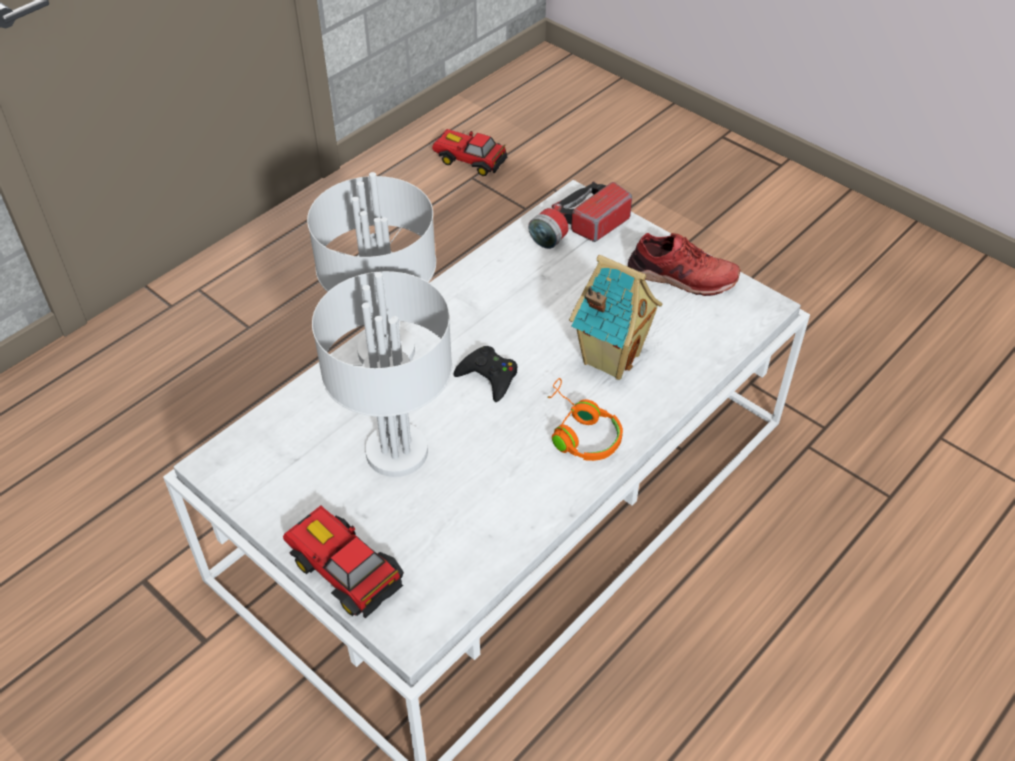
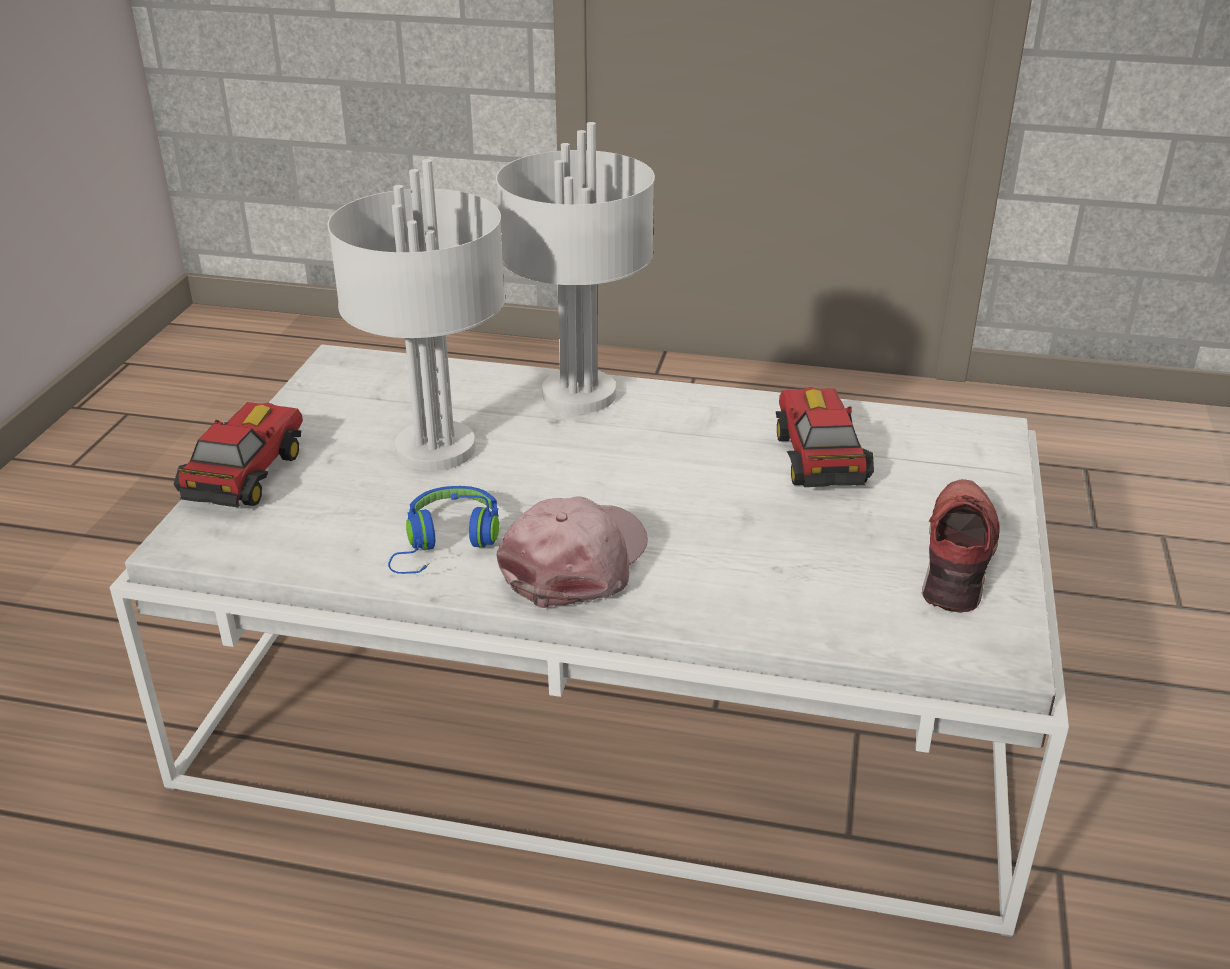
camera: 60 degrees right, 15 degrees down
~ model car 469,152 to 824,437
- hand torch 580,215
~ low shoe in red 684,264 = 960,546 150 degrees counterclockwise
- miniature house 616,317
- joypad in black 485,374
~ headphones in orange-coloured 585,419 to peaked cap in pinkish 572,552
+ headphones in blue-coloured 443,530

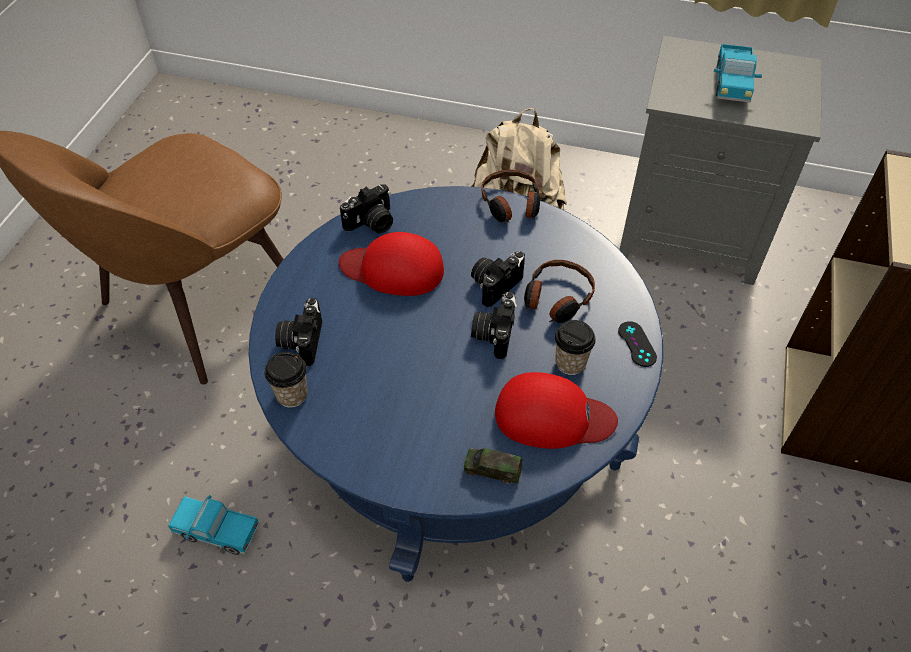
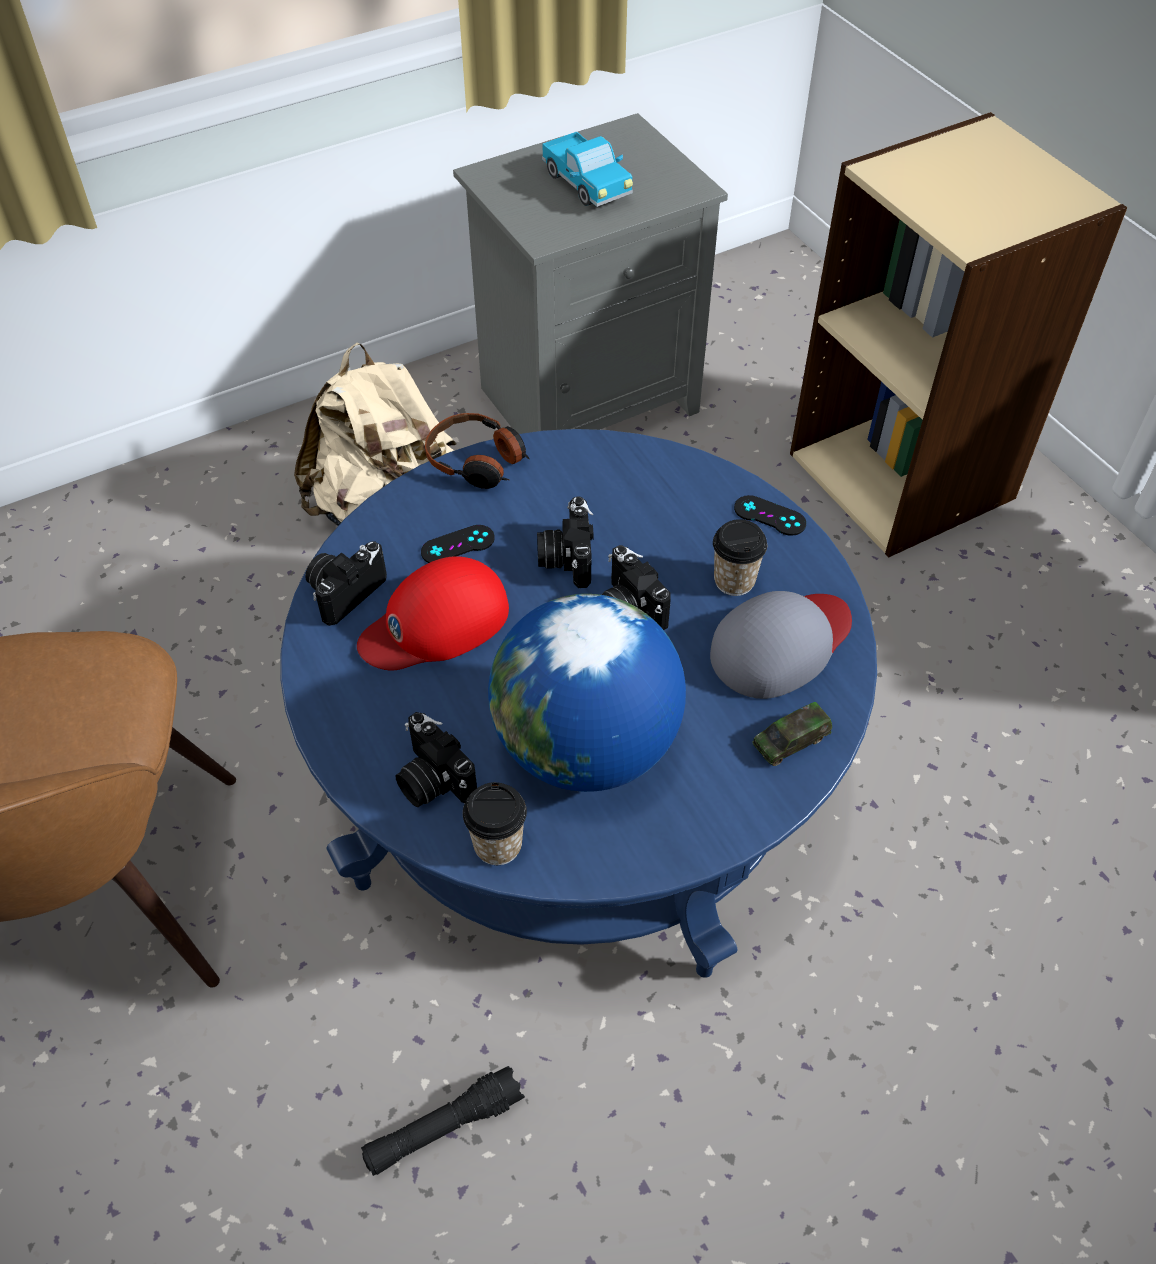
camera: 45 degrees left, 0 degrees up
~ still camera 366,209 = 346,583 150 degrees counterclockwise
- headphones 559,291
~ peaked cap in red 556,410 to peaked cap in greyish 781,645
~ model truck 214,525 to hand torch in black 443,1121
+ joypad in black 458,544
+ world globe 587,693

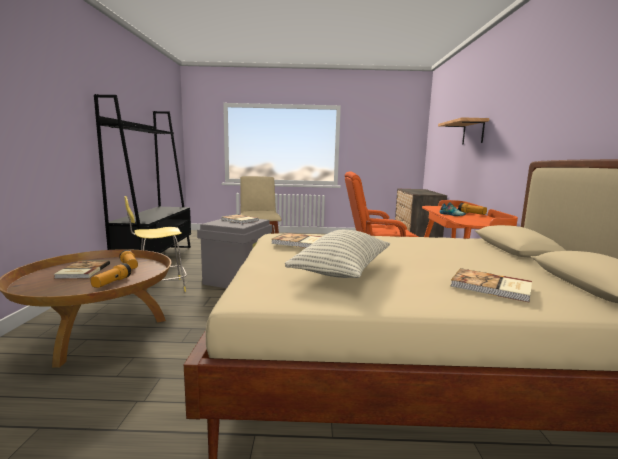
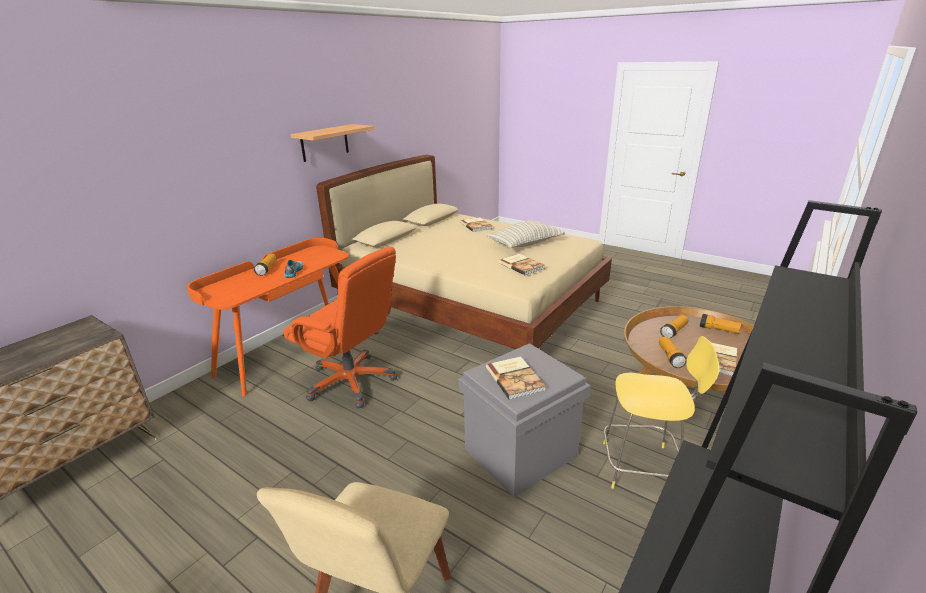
camera: 145 degrees left, 15 degrees up
~ wall shelf 463,131 to 332,143
+ hand torch 720,324

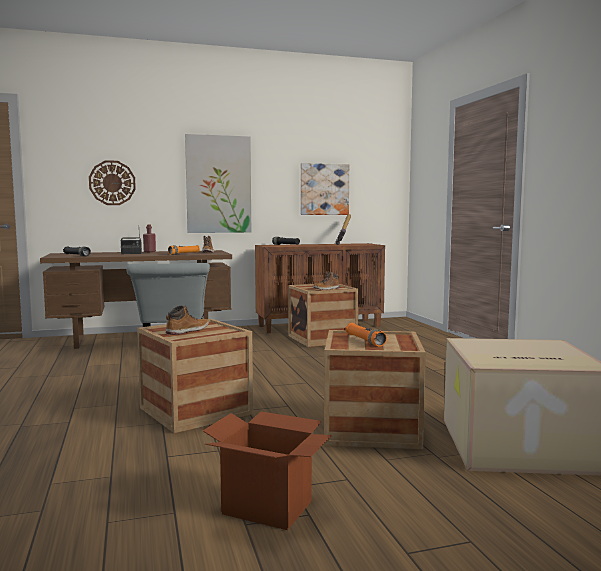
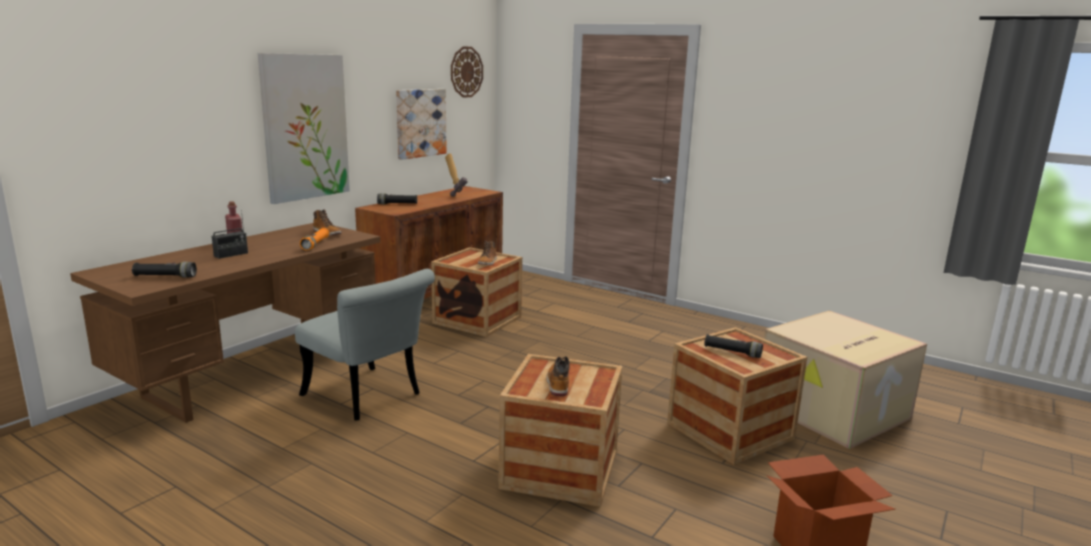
camera: 40 degrees left, 10 degrees up
~ wall clock 112,182 to 467,72
~ hand torch in orange-coloured 366,334 to hand torch in black 733,346

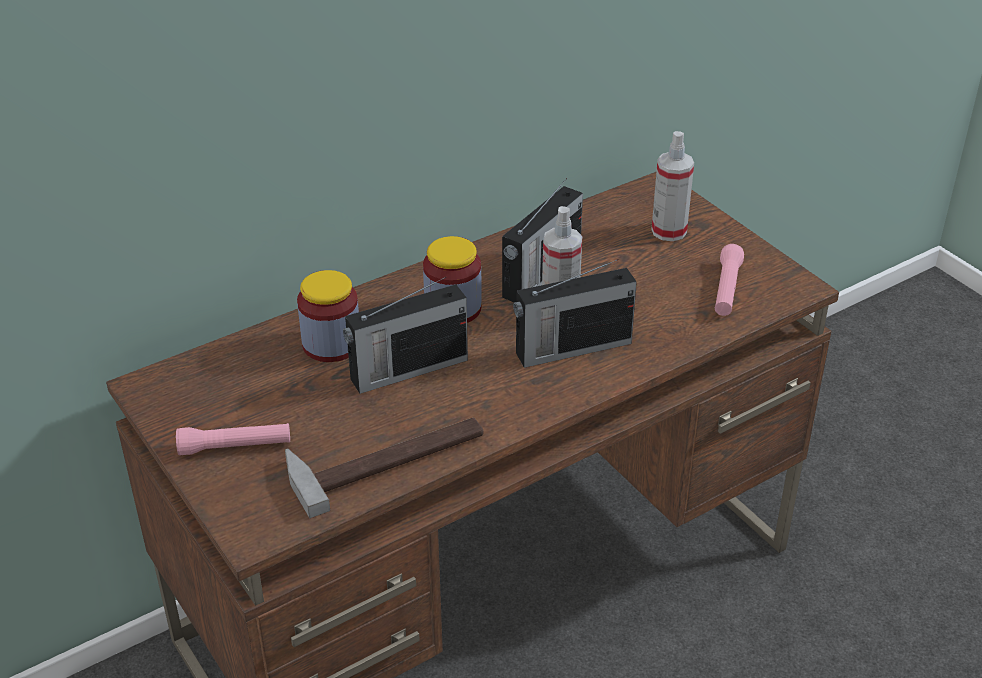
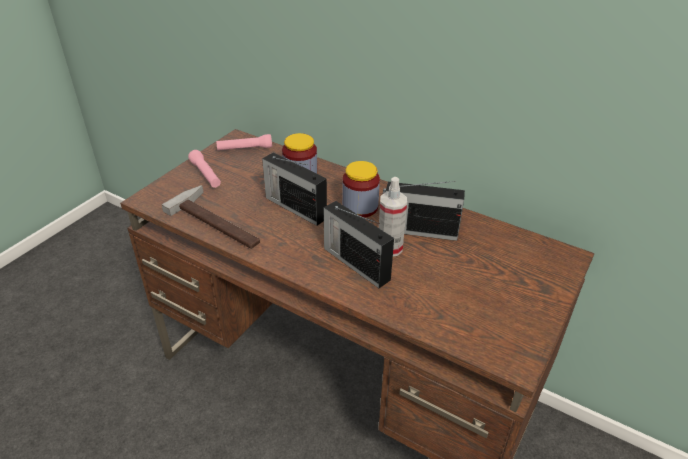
camera: 65 degrees right, 0 degrees up
- spray bottle 672,186
~ hand torch in pinkish 729,280 to 244,142

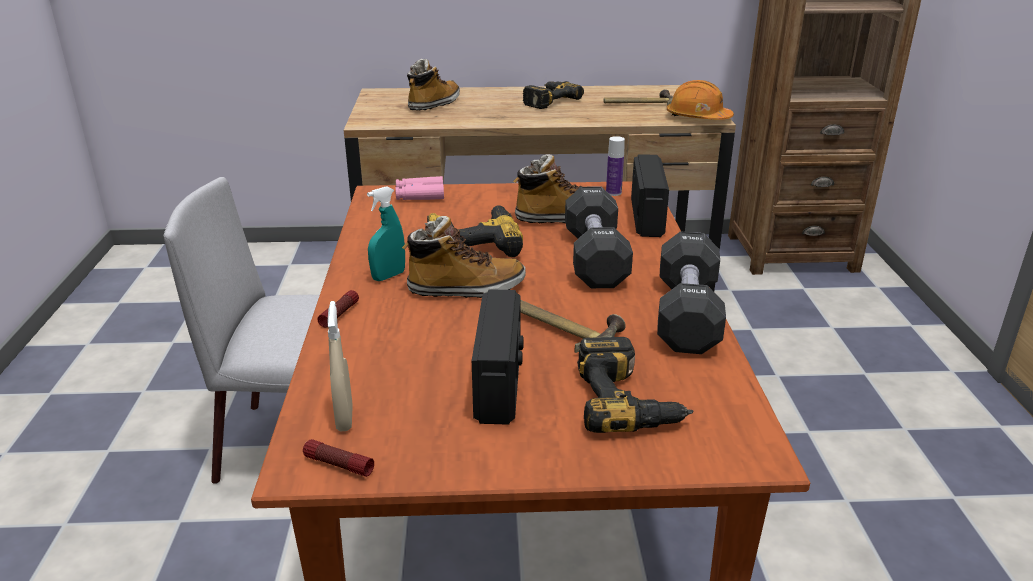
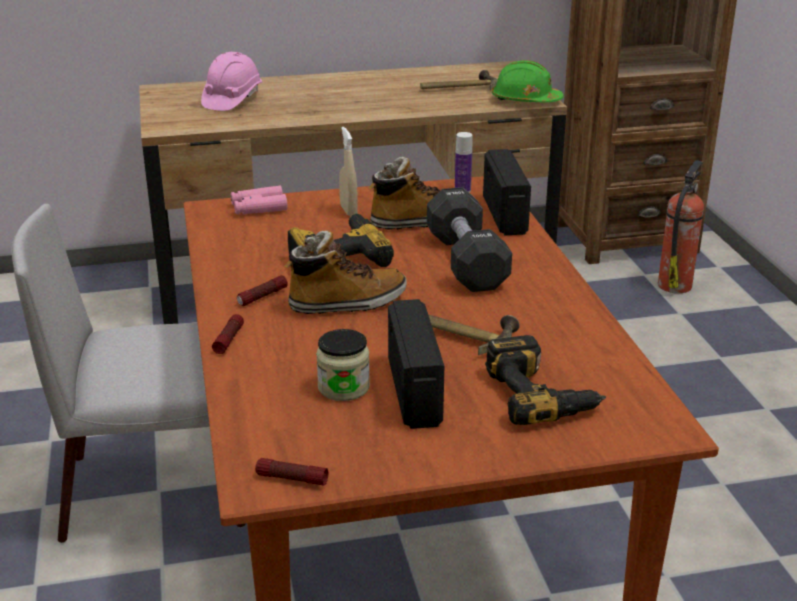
camera: 10 degrees left, 0 degrees up
~ boot 433,85 to safety helmet in pinkish 231,81
~ safety helmet in orange-coloured 700,100 to safety helmet in greenish 528,81
- drill 553,95
~ spray bottle in blue-green 386,233 to hand torch 262,290
- free weight in black 691,292
~ spray bottle in sand-coloured 340,366 to 348,171
+ extinguisher 681,226
+ preserve jar 343,365

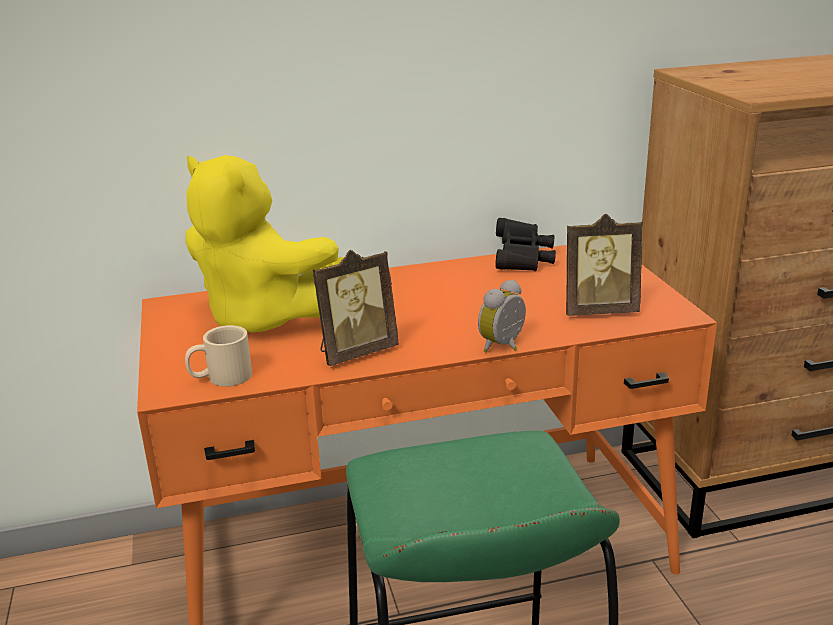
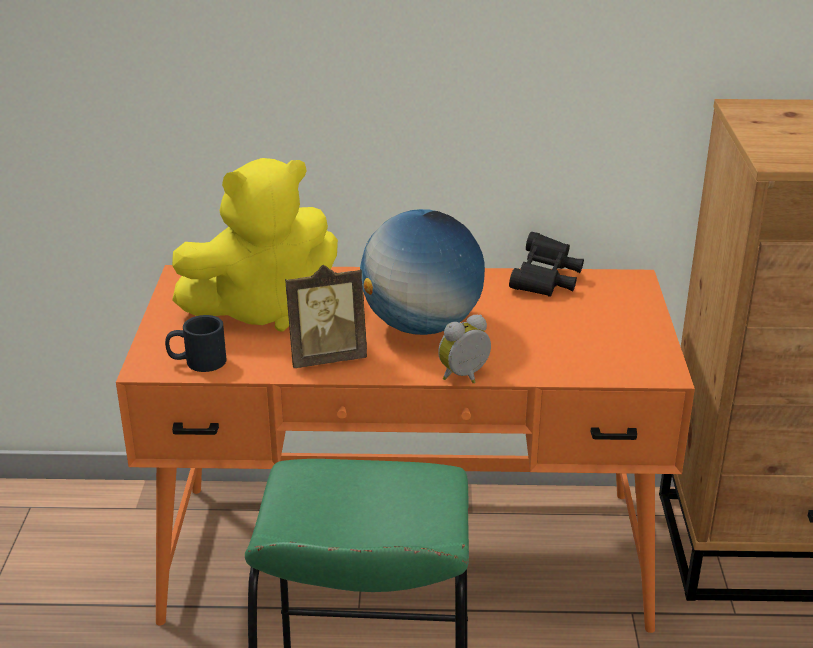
camera: 15 degrees right, 5 degrees up
~ plush toy in yellow-coloured 264,243 = 255,245 75 degrees counterclockwise
- photo frame 604,265
~ tea mug in sand-coloured 218,356 to tea mug in black 196,343
+ world globe 422,272

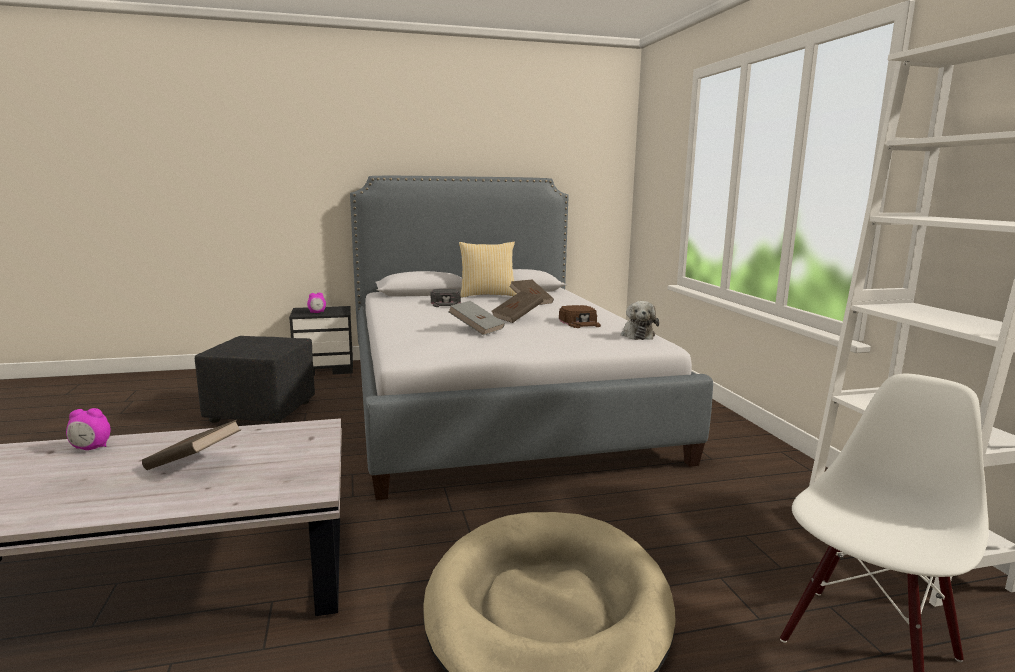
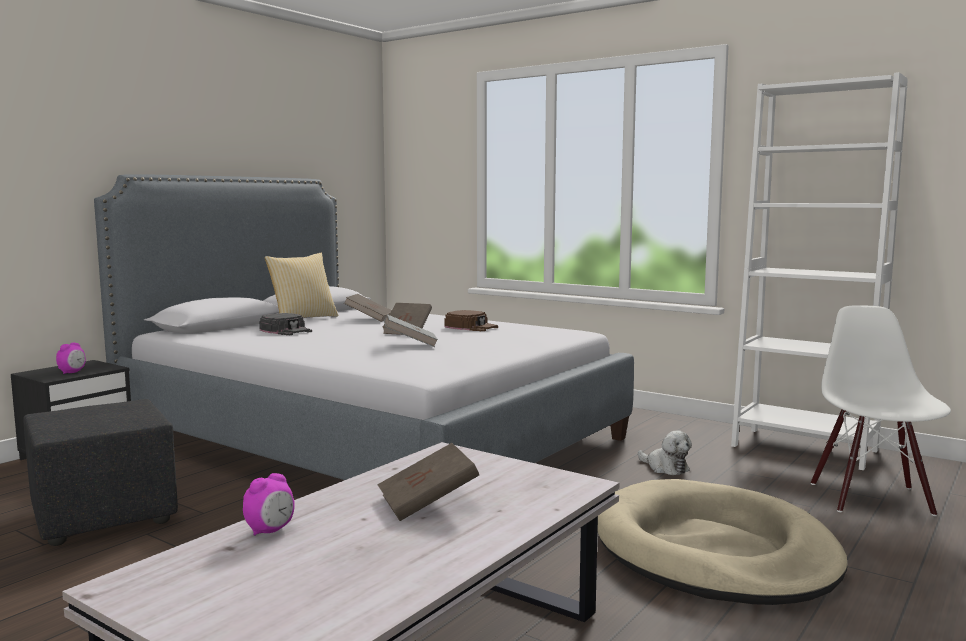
camera: 40 degrees left, 5 degrees down
~ plush toy 640,320 to 665,453

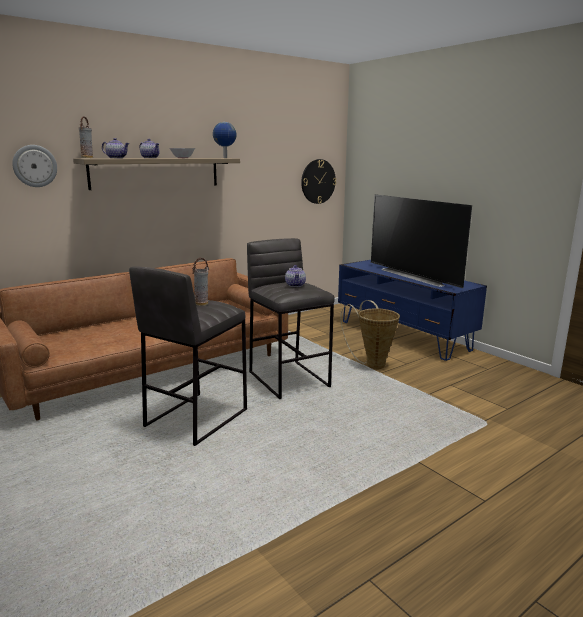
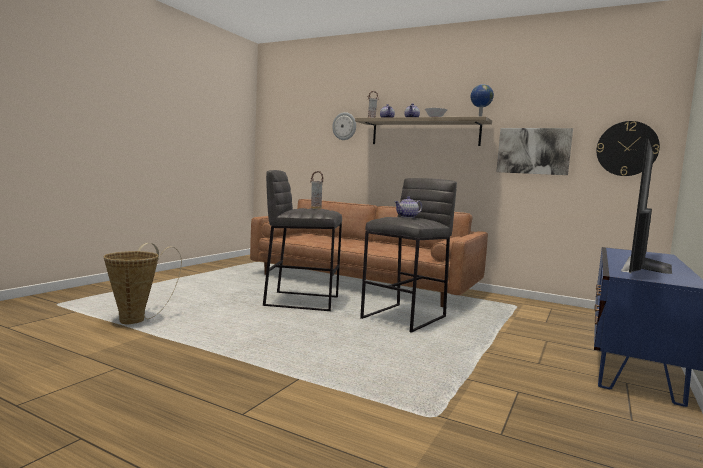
camera: 65 degrees right, 10 degrees down
~ household basket 370,334 to 143,283
+ wall picture 534,151

